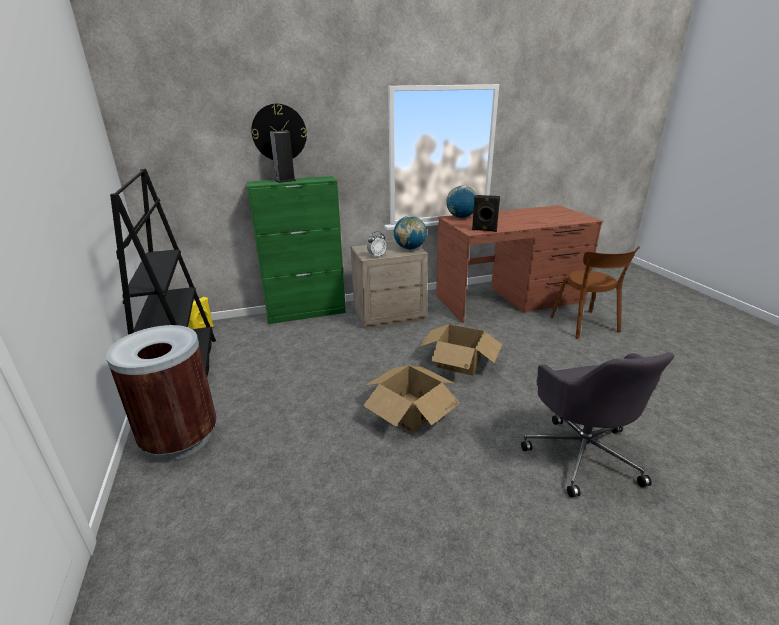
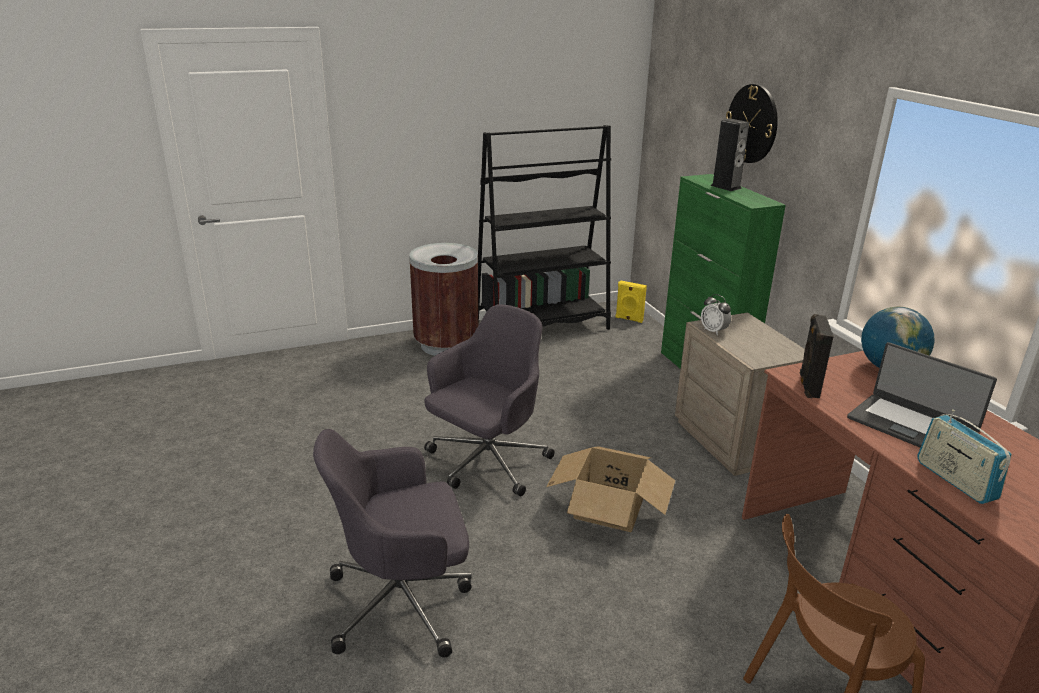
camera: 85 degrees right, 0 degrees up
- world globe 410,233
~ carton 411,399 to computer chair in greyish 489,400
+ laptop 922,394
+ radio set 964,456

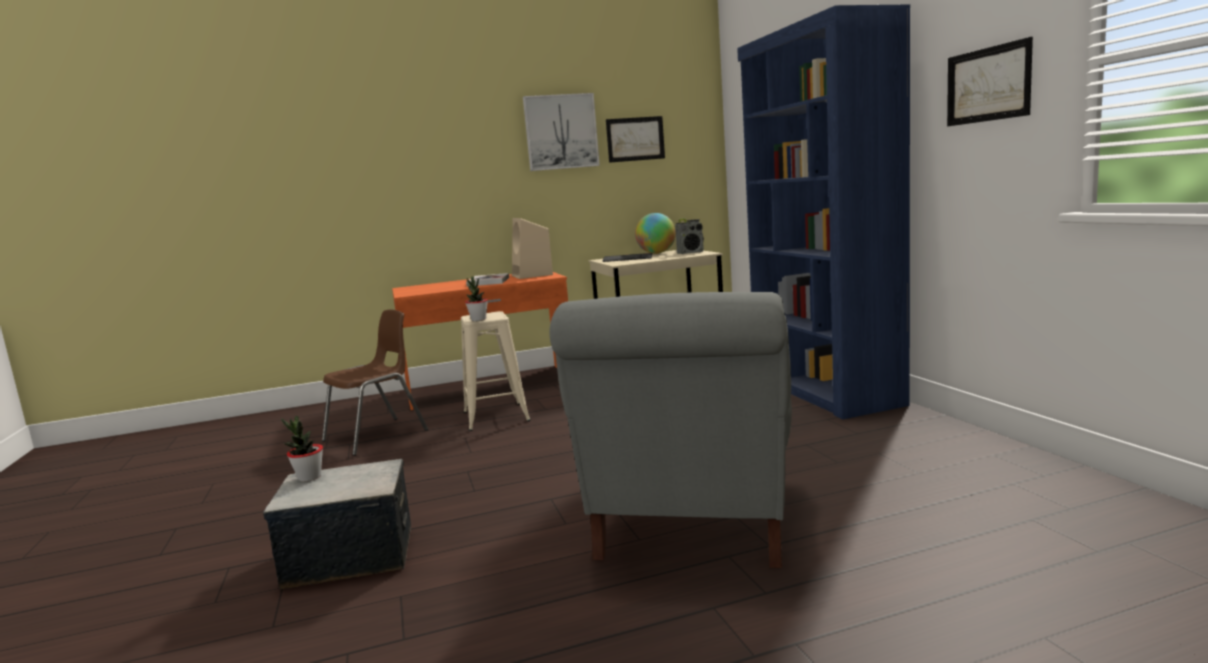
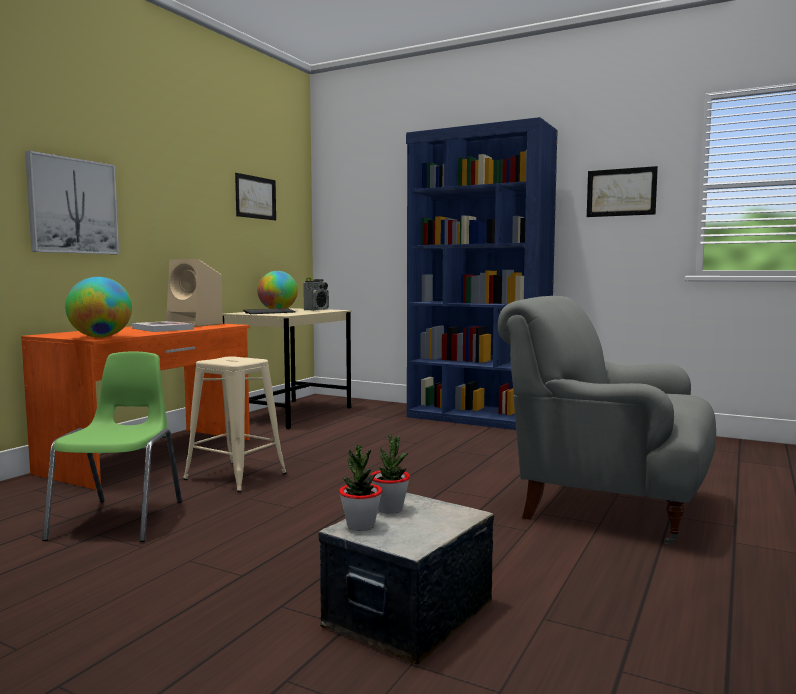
camera: 45 degrees left, 5 degrees down
~ wall picture 561,132 to 72,202
~ houseplant 476,299 to 390,474
~ lounge chair in greyish 670,430 = 607,420 150 degrees clockwise
~ upright chair in brown 375,382 to upright chair in greenish 112,447
+ world globe 98,307

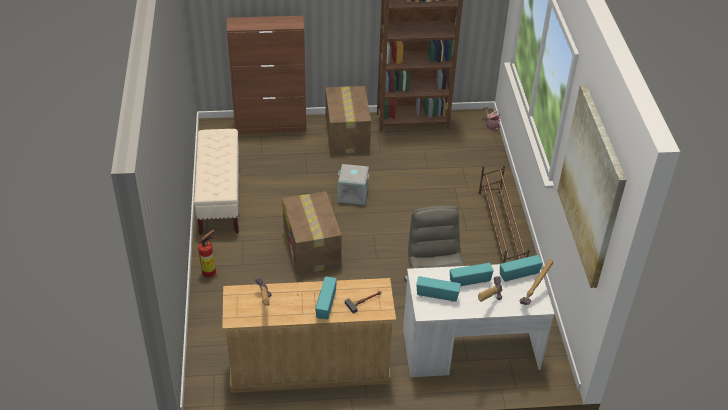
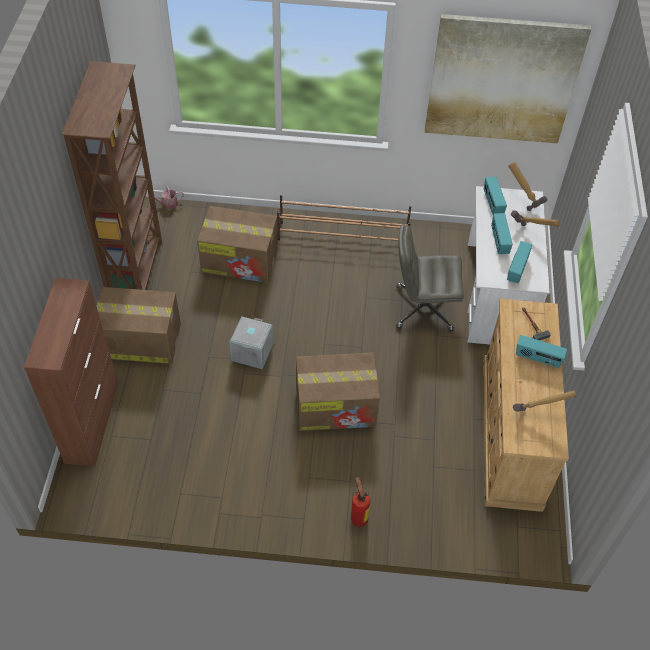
camera: 80 degrees left, 10 degrees up
- bench in sand-coloured 216,182
+ carton 237,244

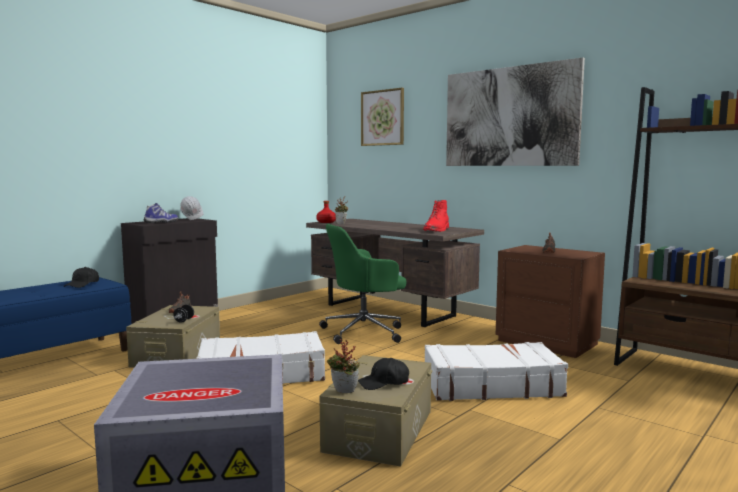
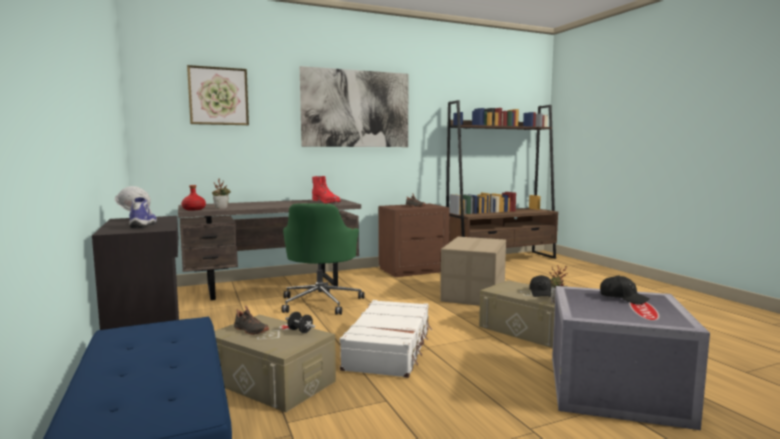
camera: 65 degrees left, 0 degrees up
~ peaked cap in black 81,277 to 625,290
~ piece of luggage in whitish 496,371 to carton 473,271

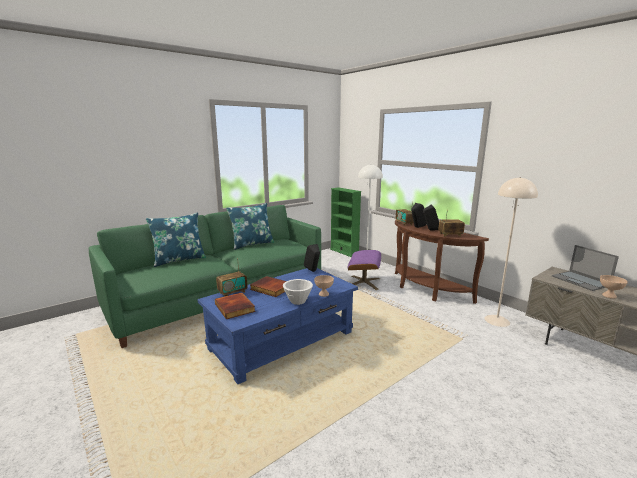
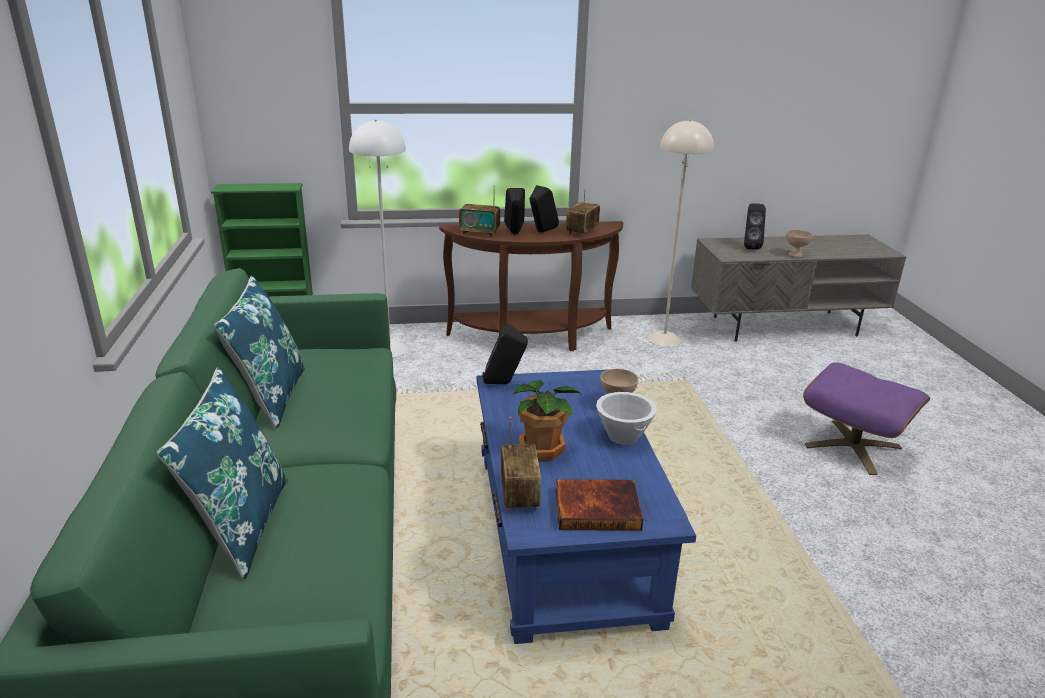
camera: 60 degrees left, 10 degrees up
~ laptop 585,268 to loudspeaker in black 755,226
~ pouffe in purplish 364,270 to 866,418
~ bound book 268,286 to houseplant 547,420

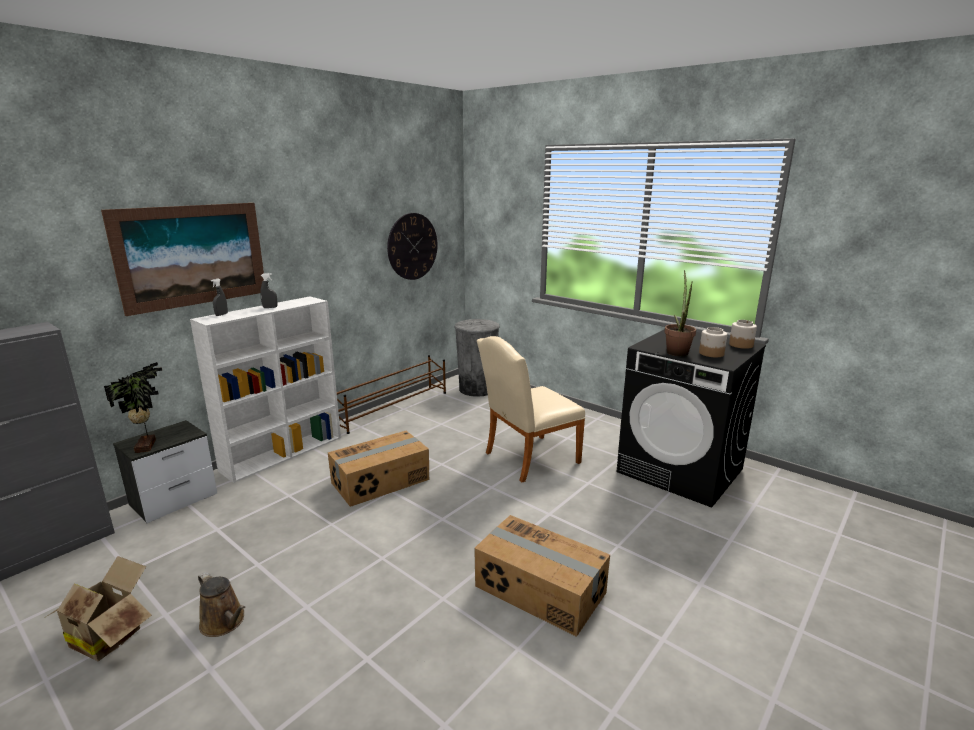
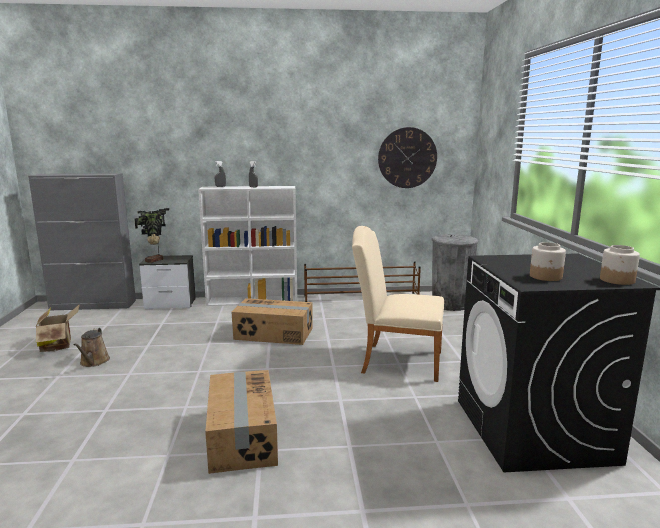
camera: 45 degrees right, 5 degrees down
- wall picture 182,259
- houseplant 680,313

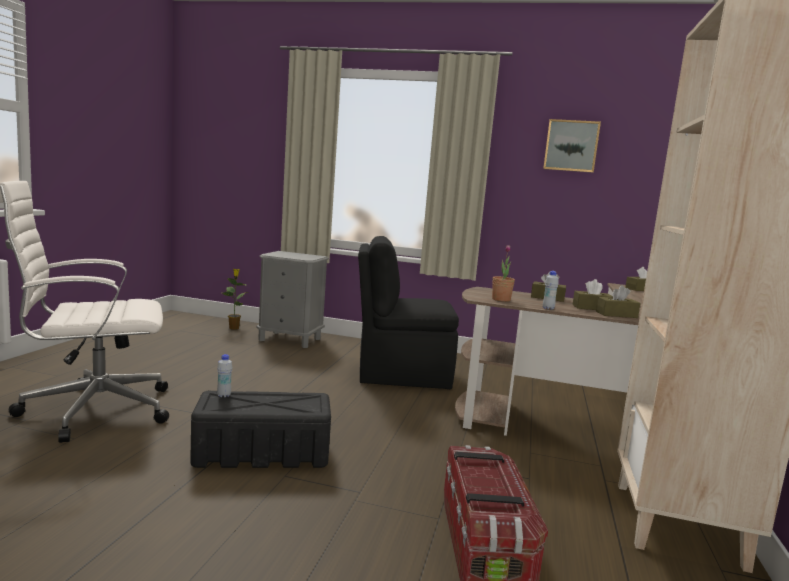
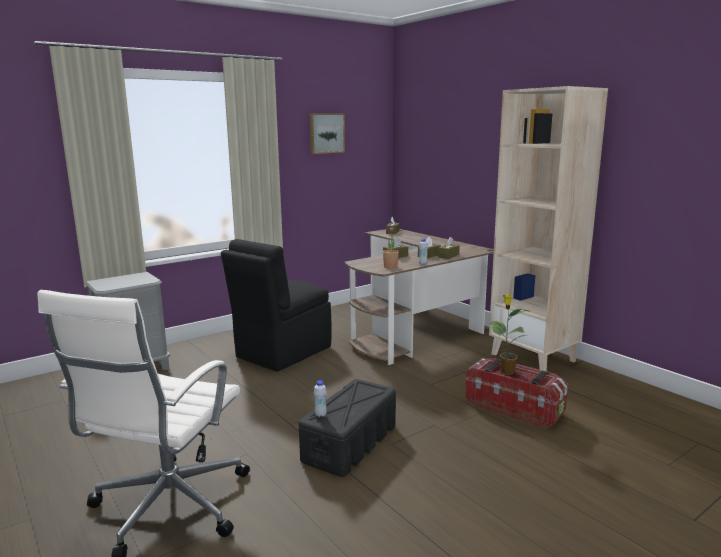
camera: 50 degrees left, 5 degrees up
~ houseplant 235,299 to 509,334

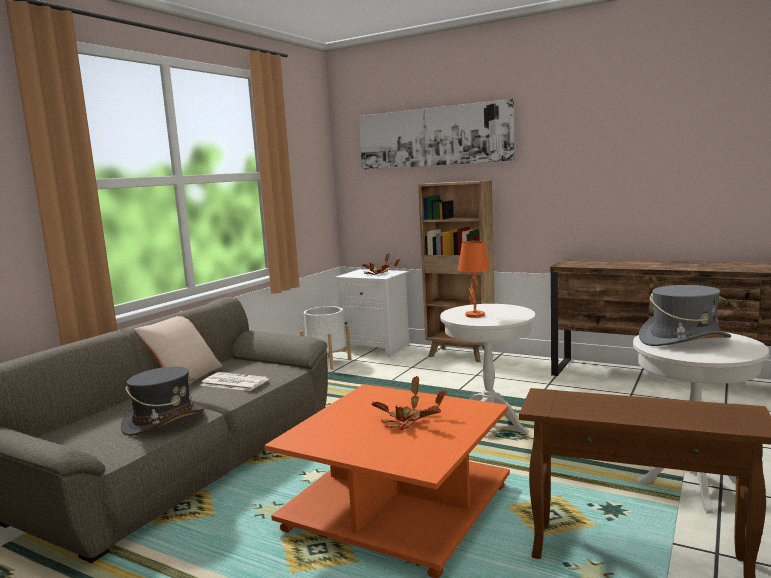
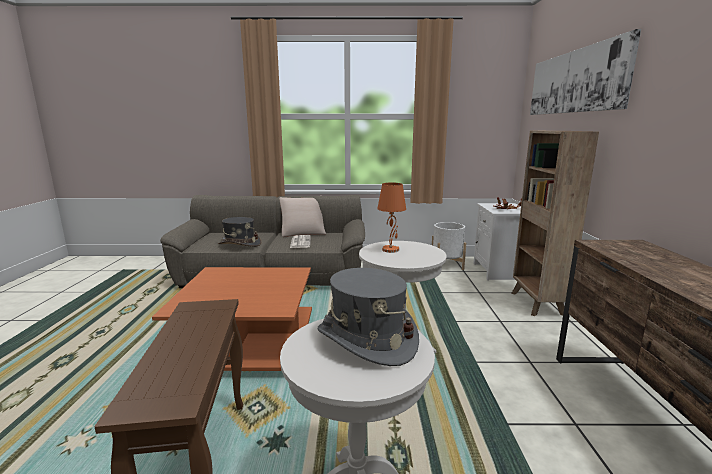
camera: 60 degrees right, 5 degrees up
- houseplant 409,403

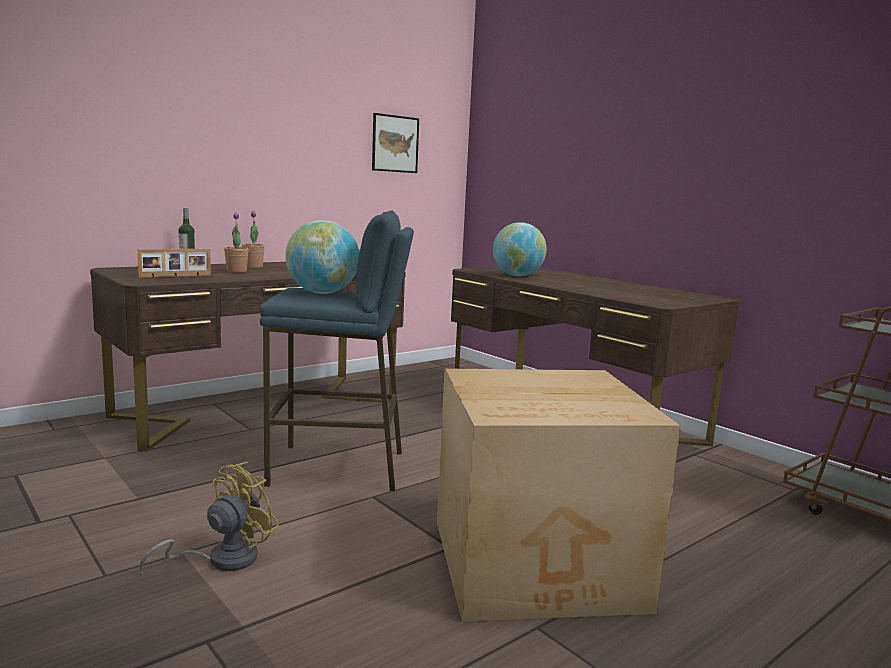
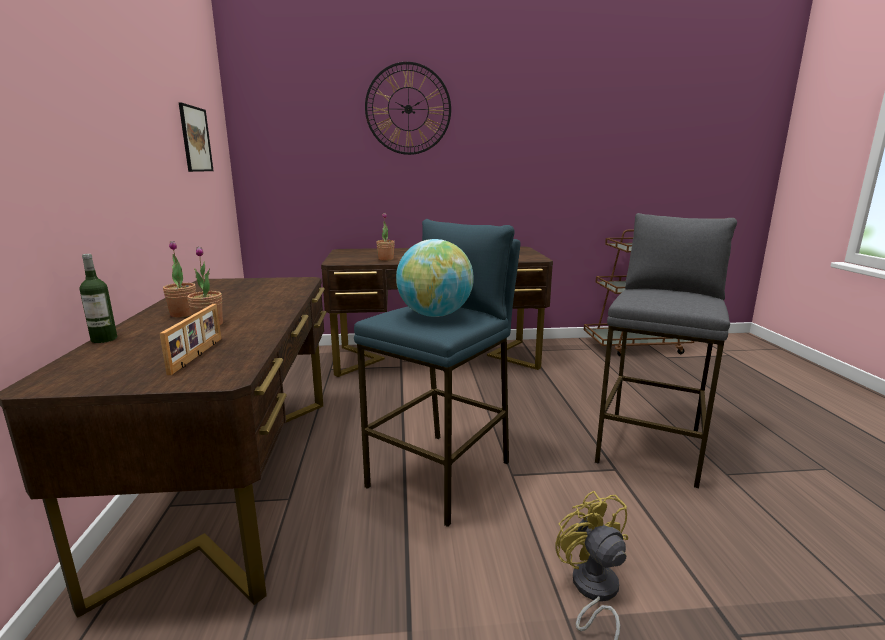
camera: 55 degrees left, 5 degrees up
~ world globe 520,249 to houseplant 385,237
~ carton 559,495 to sitting stool in greyish 666,350
+ wall clock 408,108

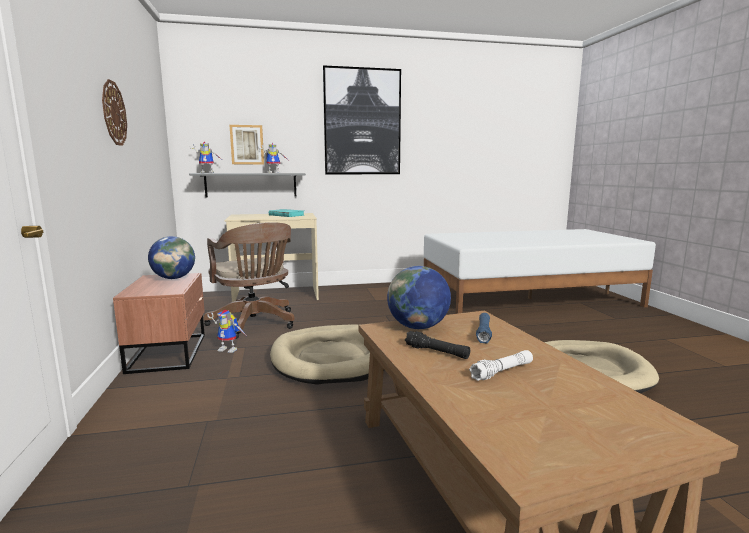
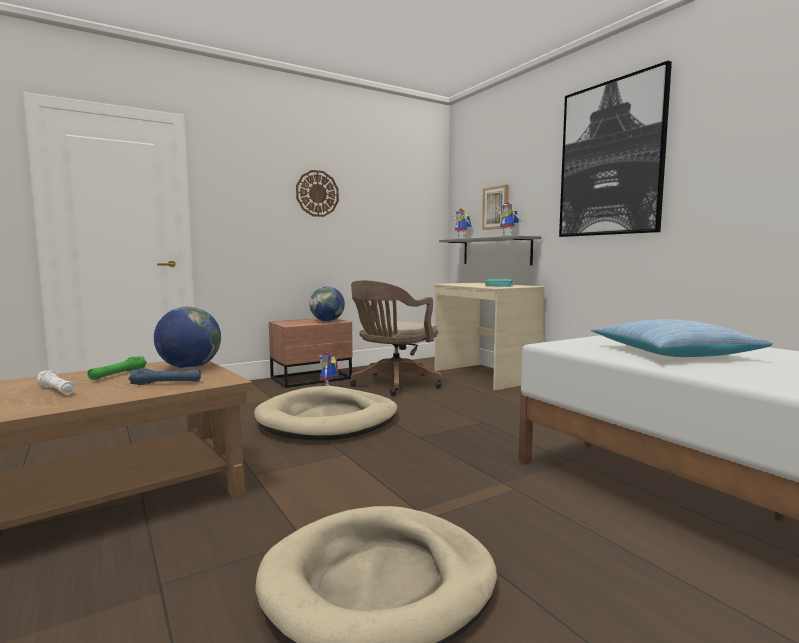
camera: 70 degrees right, 5 degrees down
~ hand torch in black 437,345 to hand torch in greenish 117,368
+ pillow 682,338

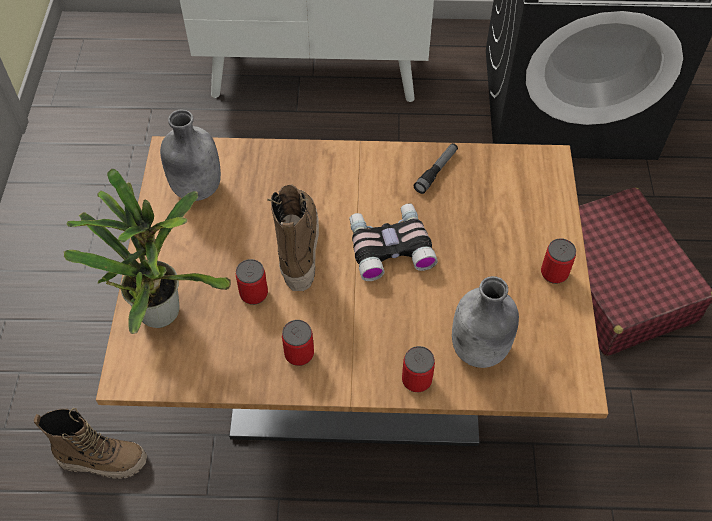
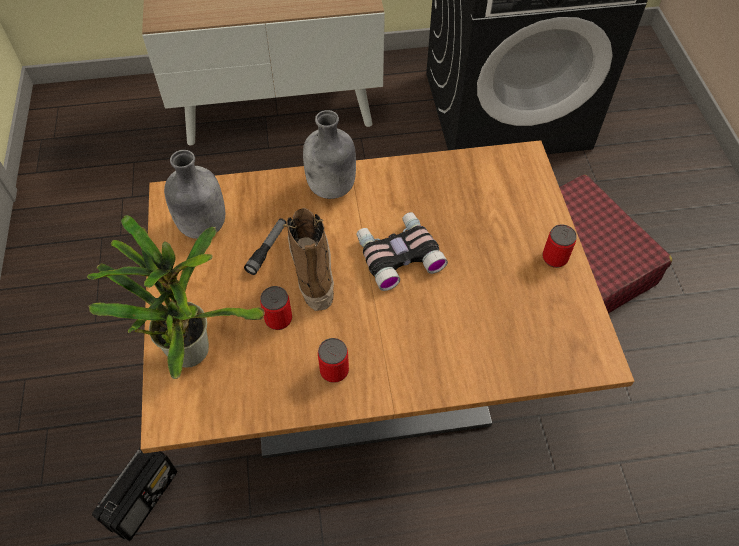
camera: 10 degrees left, 0 degrees up
~ hand torch 435,168 to 265,246
~ bottle in greyish 485,322 to 329,154
- metal can 418,369
~ boot 90,443 to radio set 134,493

